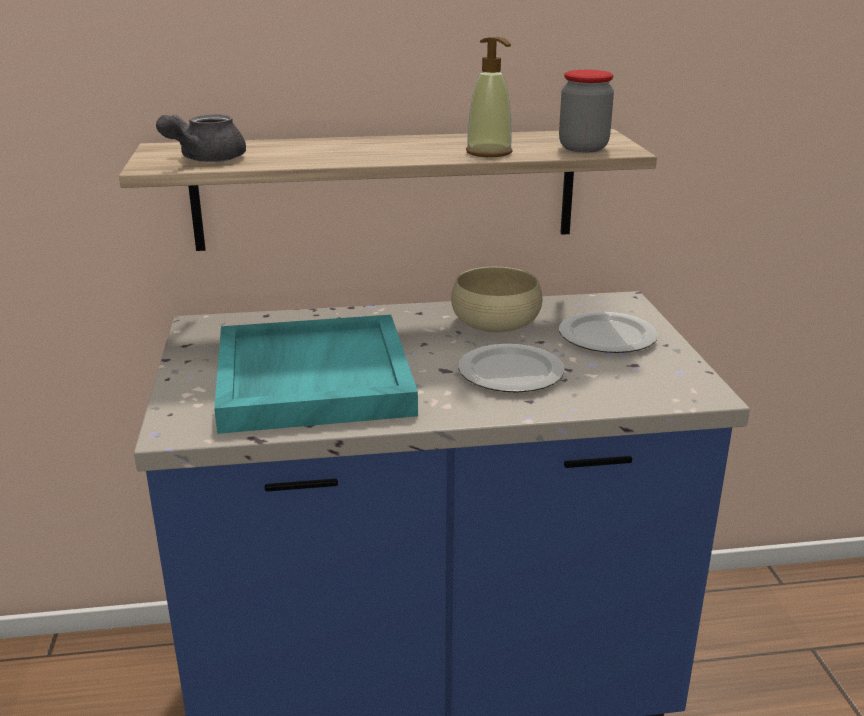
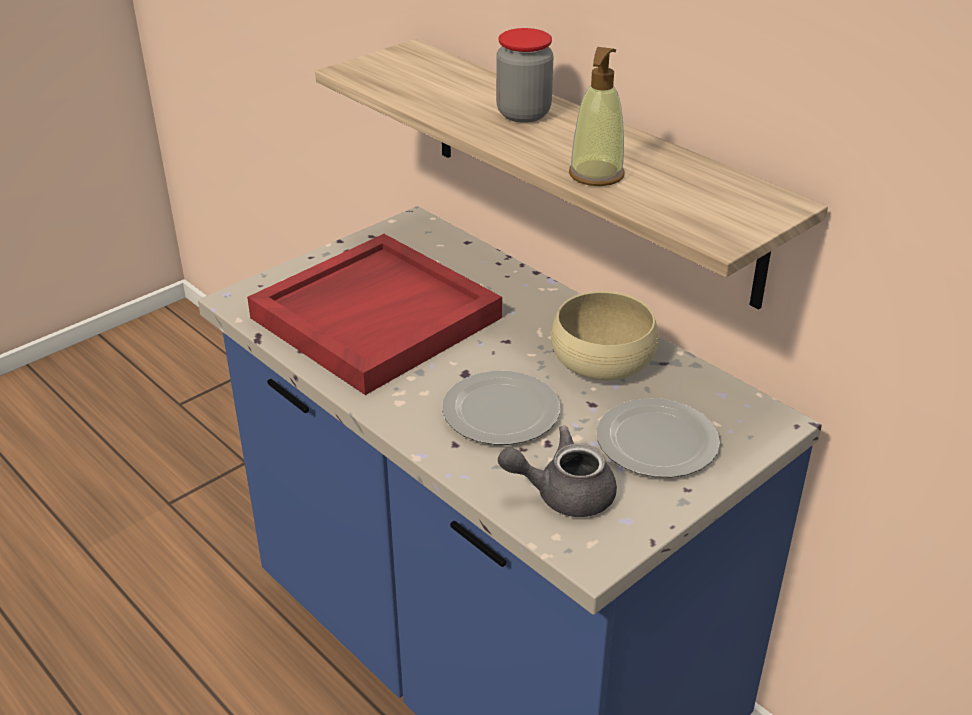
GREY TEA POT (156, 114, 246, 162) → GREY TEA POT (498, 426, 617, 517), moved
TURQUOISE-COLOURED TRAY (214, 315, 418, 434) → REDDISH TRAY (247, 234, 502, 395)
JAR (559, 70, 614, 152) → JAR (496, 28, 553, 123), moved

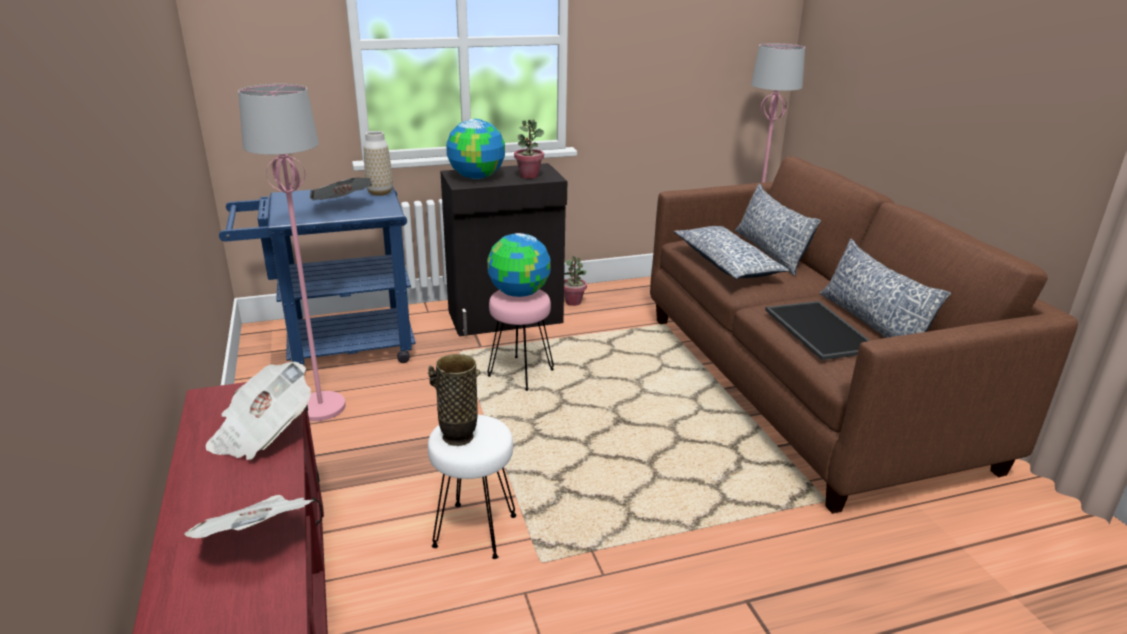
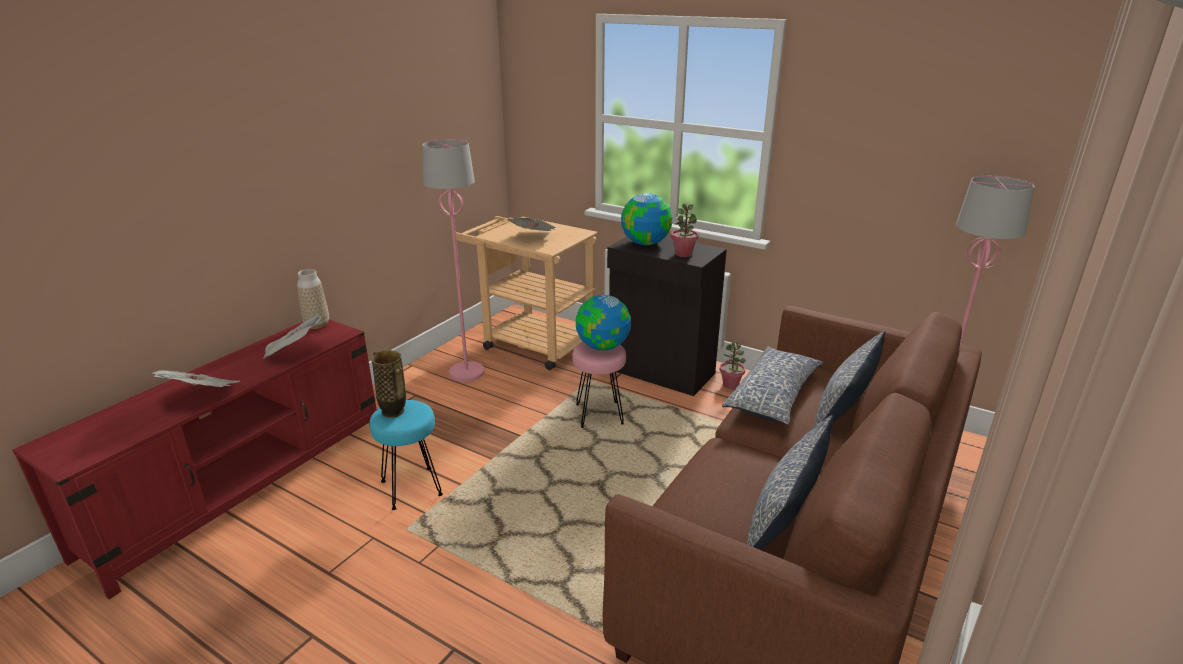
BLUE TROLLEY (219, 188, 416, 365) → SAND-COLOURED TROLLEY (456, 216, 598, 370)
FLOWER VASE (363, 131, 393, 196) → FLOWER VASE (297, 269, 329, 329), moved
WHITE STOOL (428, 415, 517, 559) → TURQUOISE-COLOURED STOOL (369, 400, 443, 510)
TRAY (765, 301, 871, 360) → -

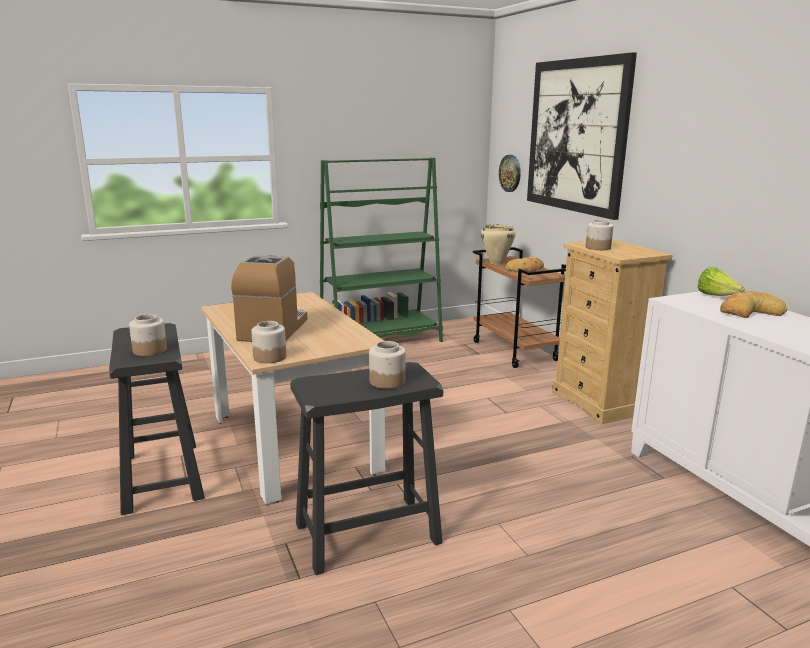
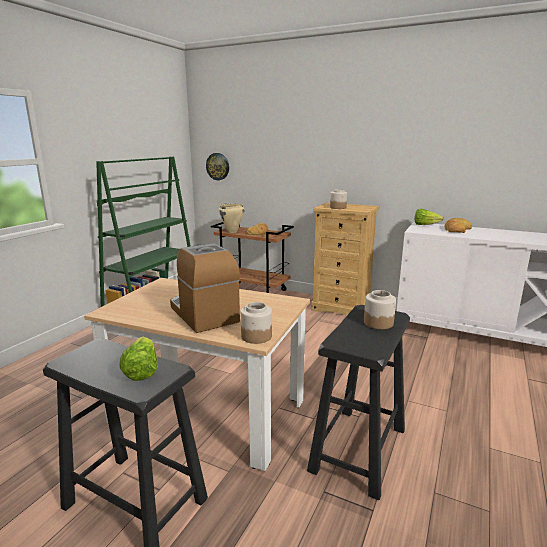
JAR (129, 314, 167, 356) → LETTUCE HEAD (119, 337, 158, 381)
WALL PICTURE (527, 52, 637, 220) → -

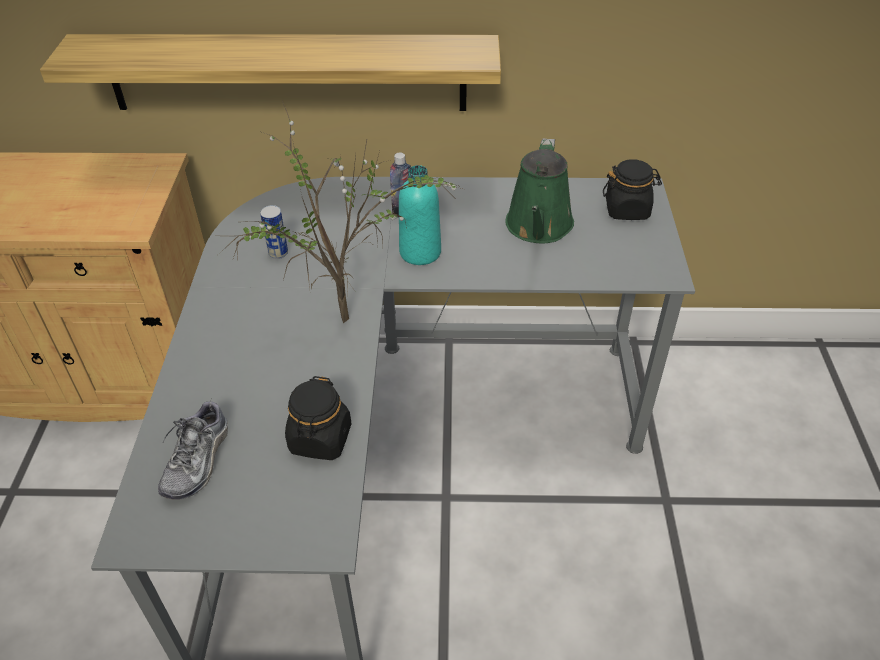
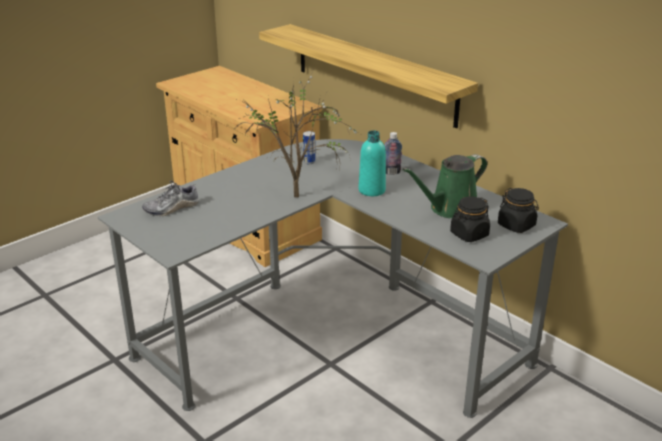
BLACK-COLOURED JAR (285, 376, 352, 460) → BLACK-COLOURED JAR (450, 196, 490, 242), moved

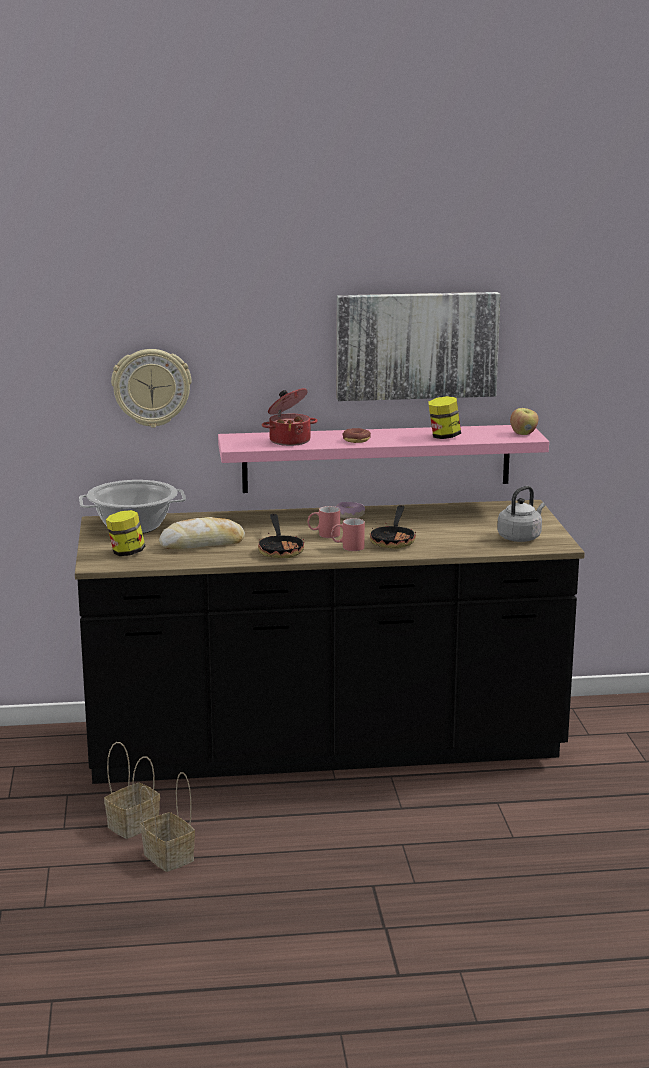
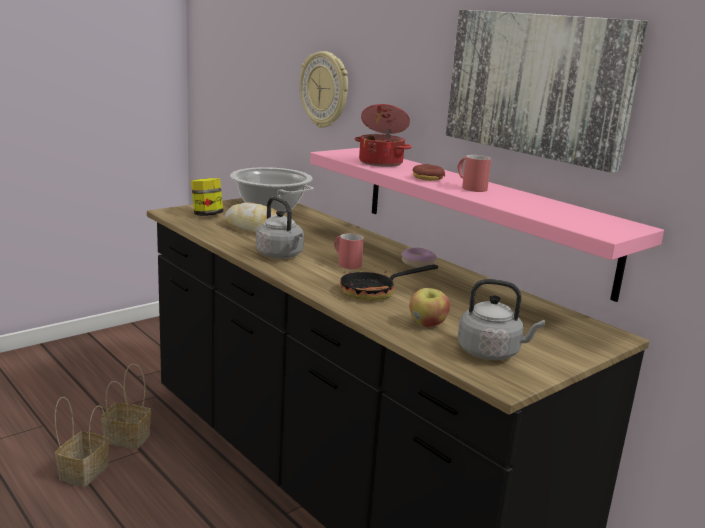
FRYING PAN (258, 514, 304, 558) → GREY TEA KETTLE (256, 197, 304, 259)
REDDISH TEA MUG (331, 518, 365, 551) → REDDISH TEA MUG (457, 155, 492, 192), moved
JAR (428, 396, 461, 439) → -
APPLE FRUIT (510, 408, 538, 435) → APPLE FRUIT (409, 288, 450, 327), moved

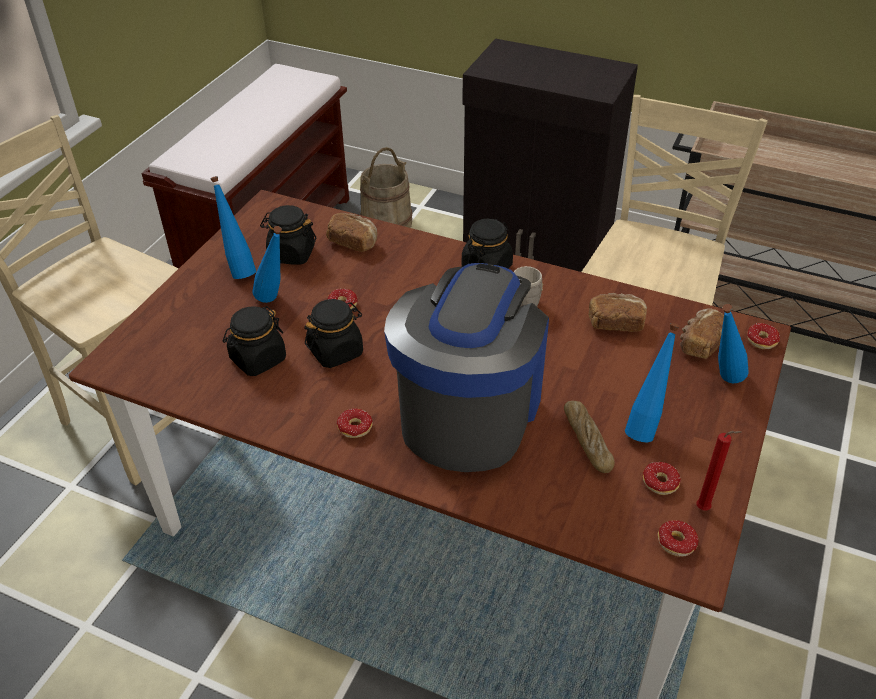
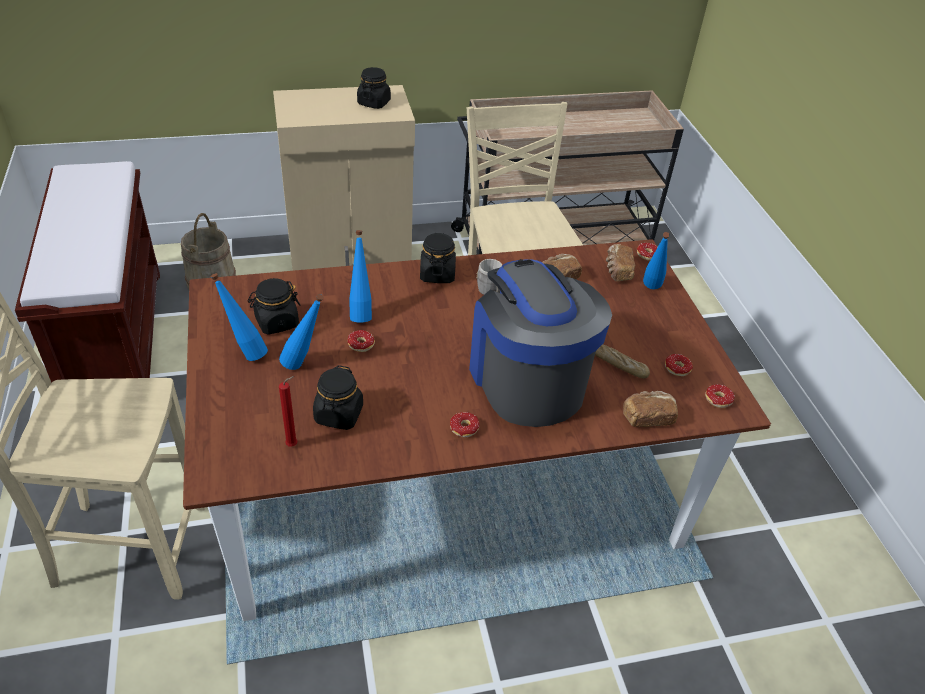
BLACK-COLOURED JAR (304, 299, 363, 368) → BLACK-COLOURED JAR (357, 67, 391, 109), moved
BREAD (326, 213, 377, 252) → BREAD (623, 391, 678, 427), moved
BLACK-COLOURED CUPBOARD (462, 39, 638, 272) → SAND-COLOURED CUPBOARD (273, 85, 415, 271)
BLUE BEVERAGE BOTTLE (625, 323, 680, 442) → BLUE BEVERAGE BOTTLE (349, 230, 372, 323), moved
REDDISH CANDLE (696, 431, 742, 511) → REDDISH CANDLE (279, 376, 298, 447), moved

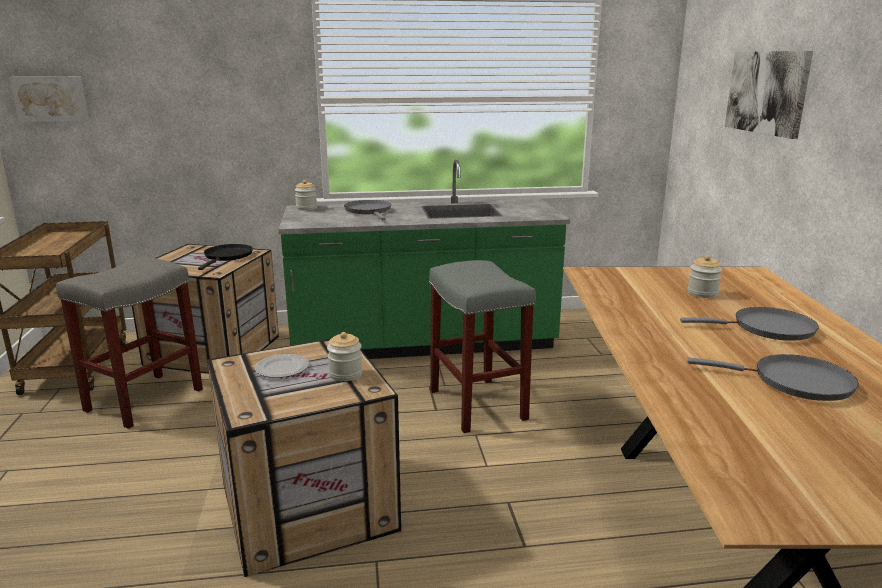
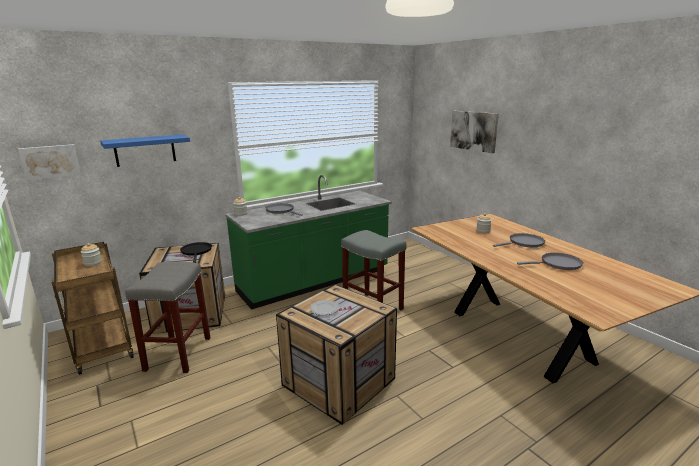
JAR (327, 332, 363, 381) → JAR (81, 243, 102, 266), moved
- → BLUE SHELF (100, 134, 190, 167)

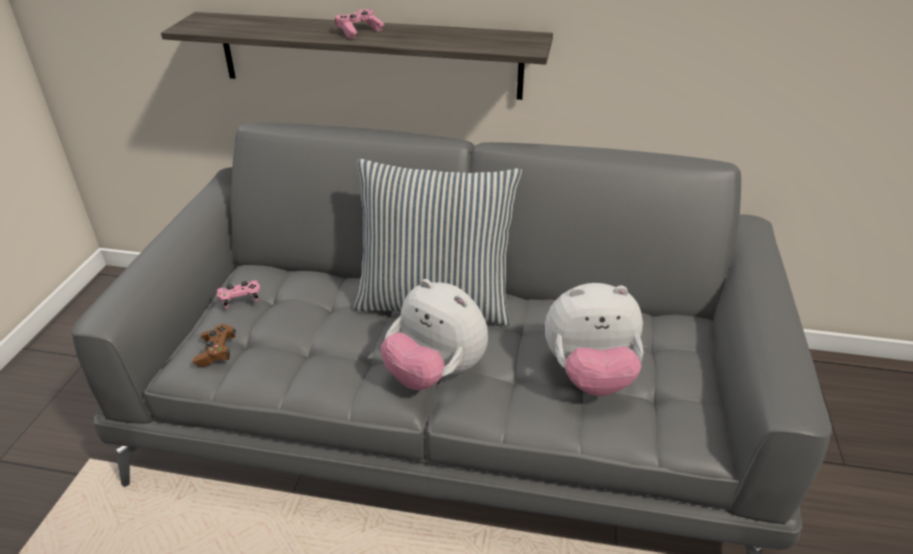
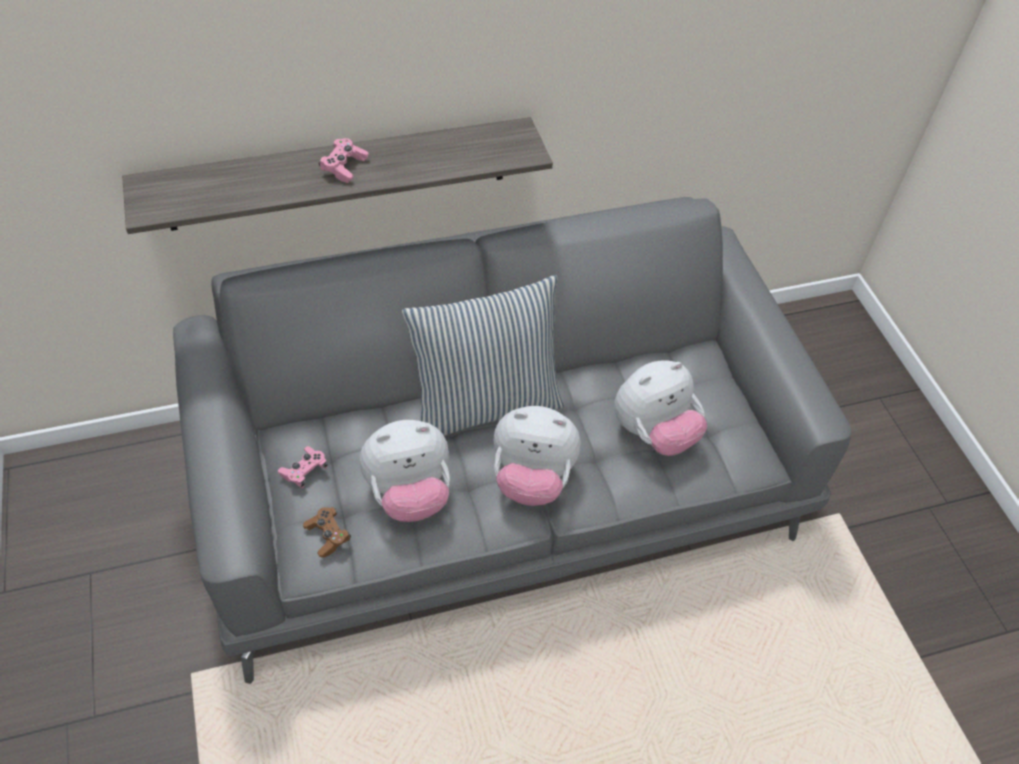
- → SOFT TOY (360, 420, 450, 522)

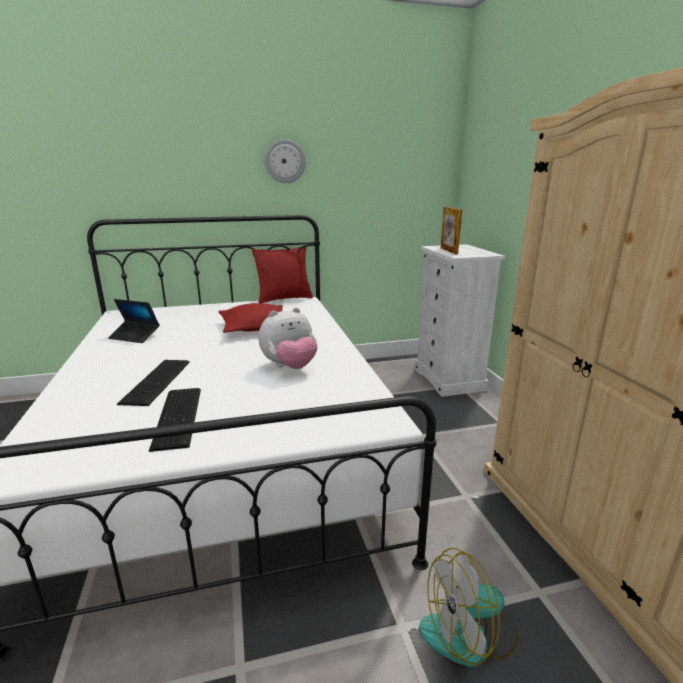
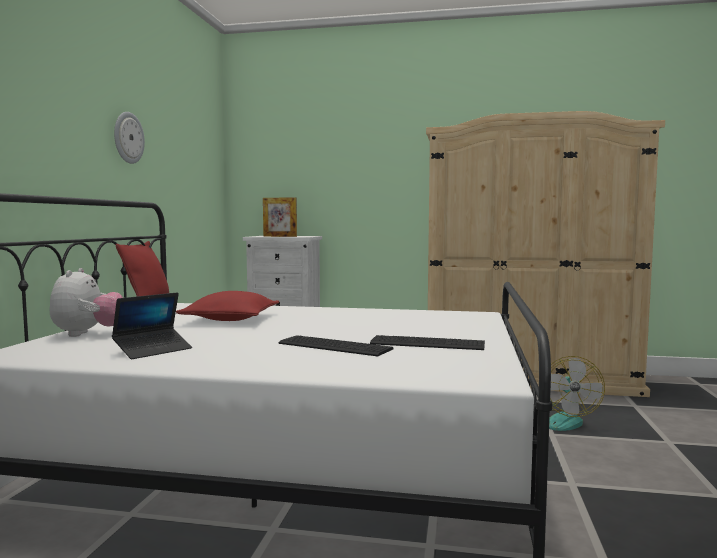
SOFT TOY (258, 307, 317, 369) → SOFT TOY (50, 268, 123, 337), moved

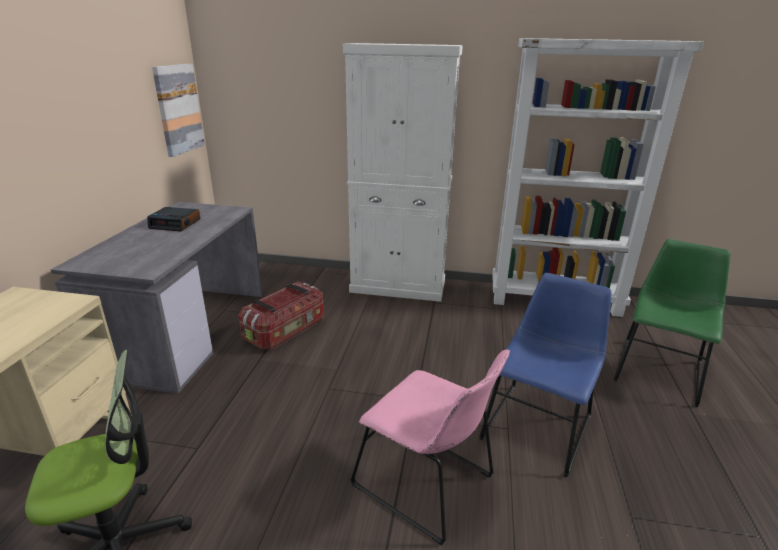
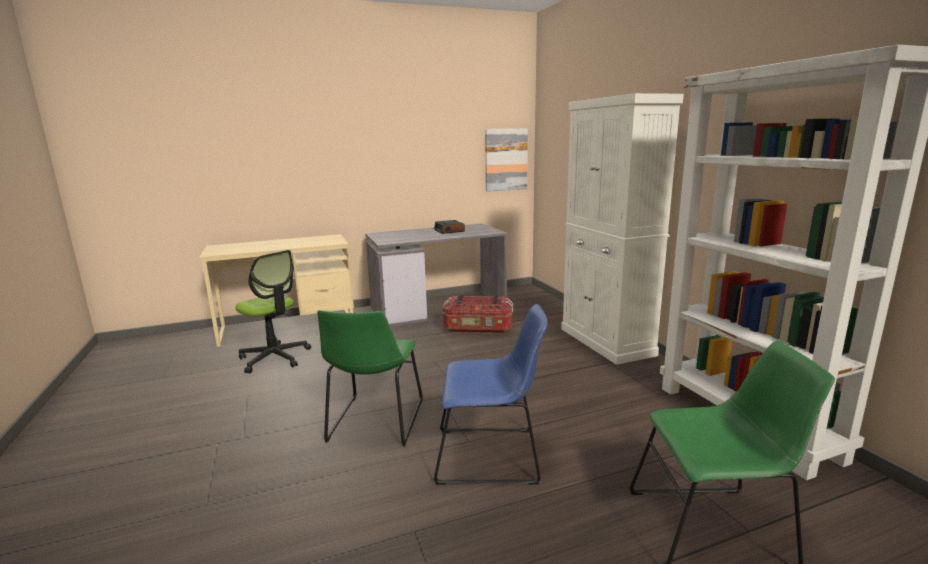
PINK PLAIN CHAIR (350, 349, 510, 545) → GREENISH PLAIN CHAIR (317, 310, 423, 446)

